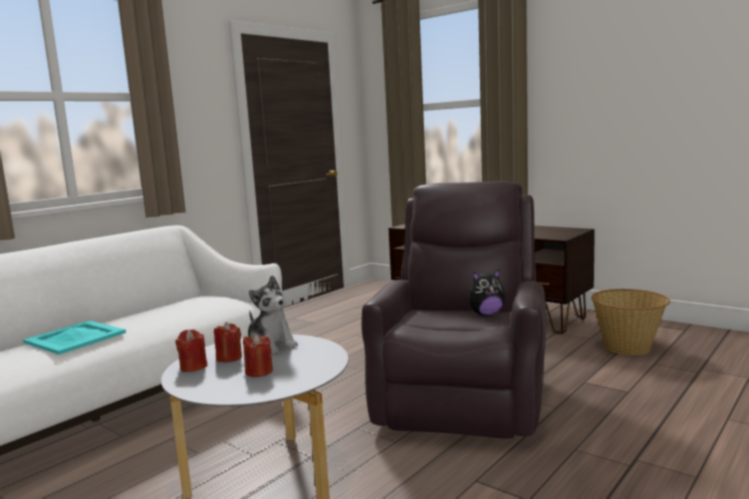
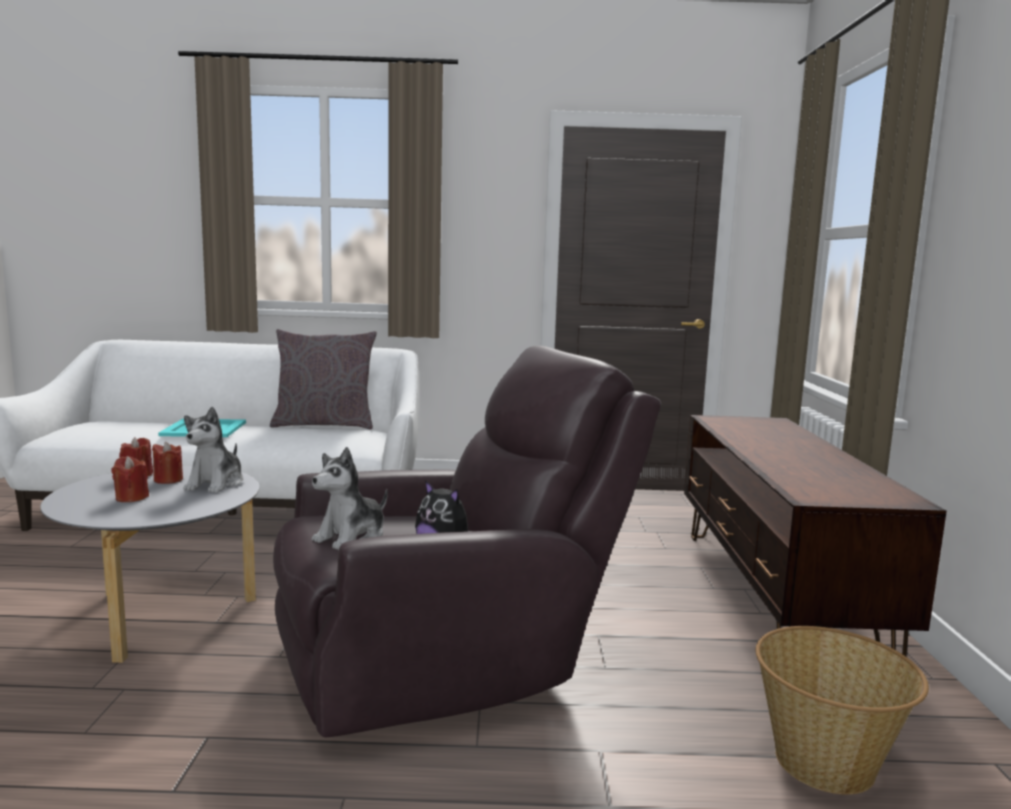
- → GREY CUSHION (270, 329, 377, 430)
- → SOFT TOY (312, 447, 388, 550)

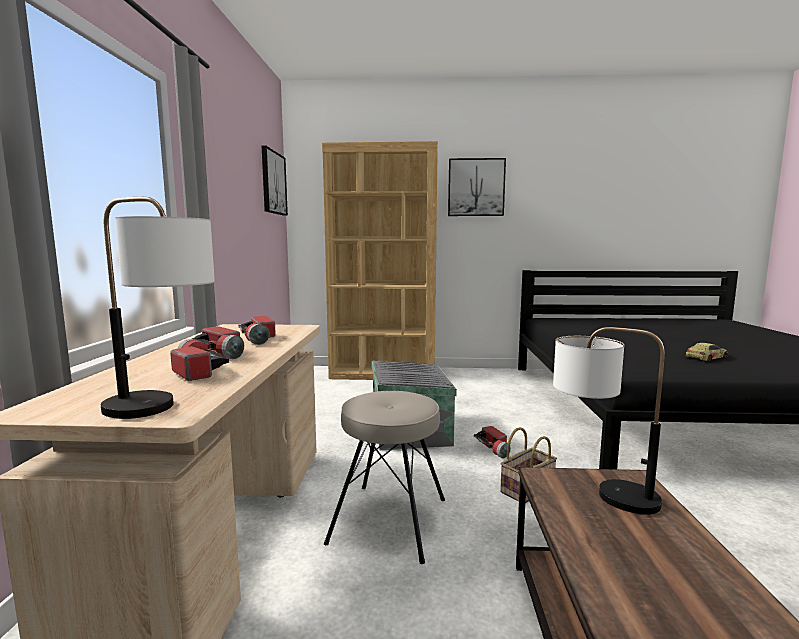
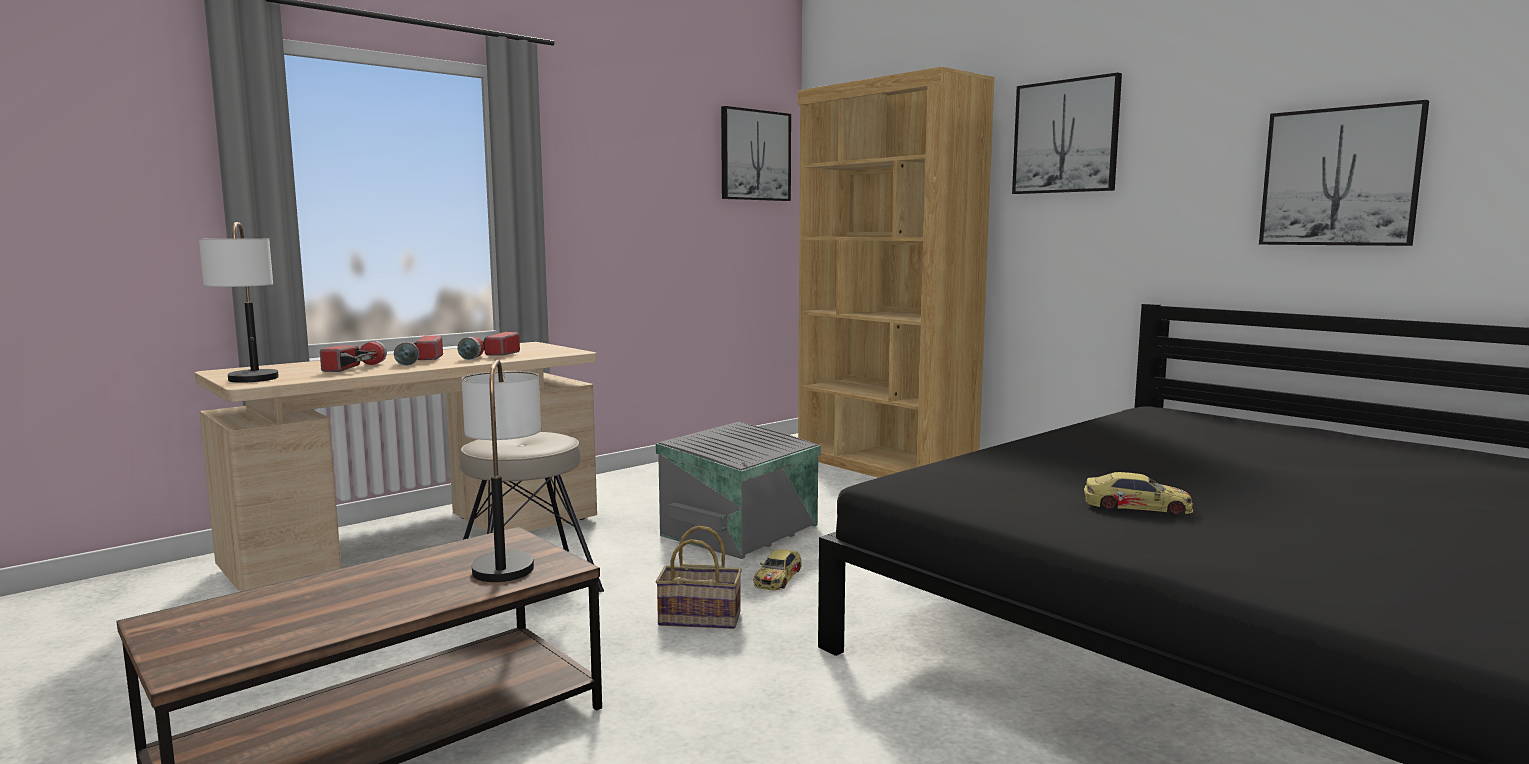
TORCH (474, 426, 511, 459) → TOY CAR (753, 550, 802, 590)
- → WALL PICTURE (1259, 100, 1429, 246)

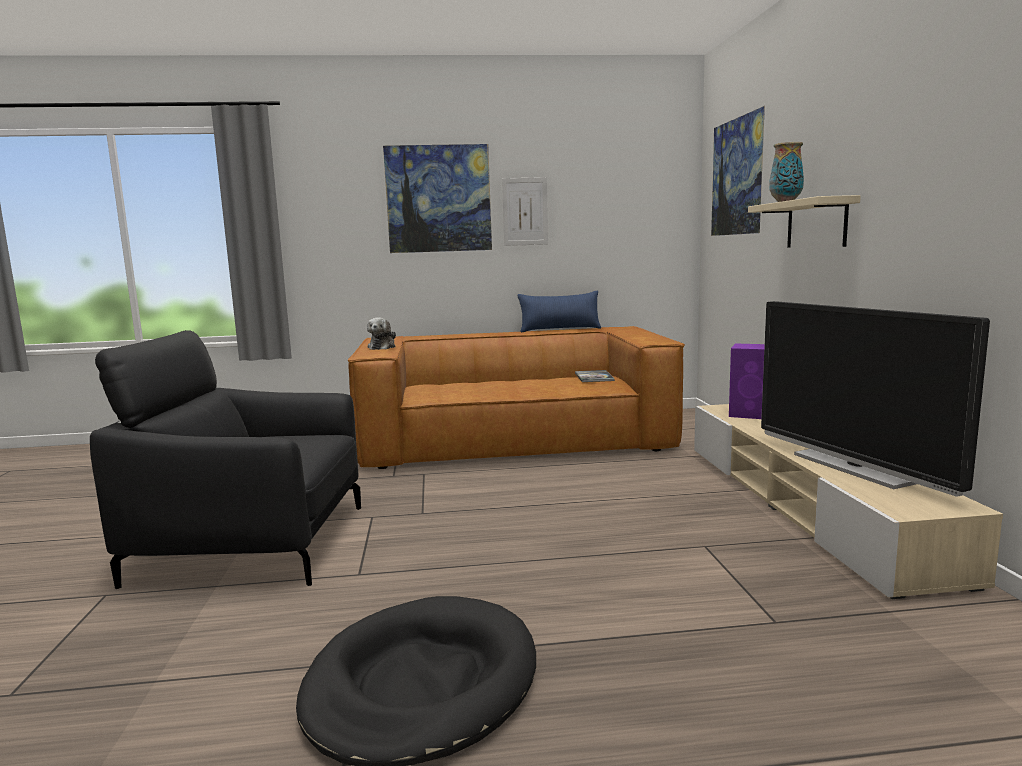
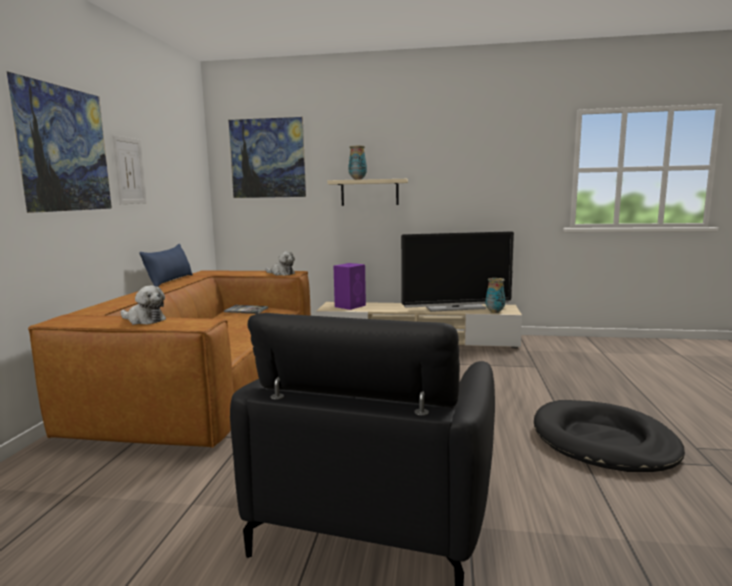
- → SOFT TOY (266, 251, 295, 276)
- → FLOWER VASE (486, 278, 505, 313)

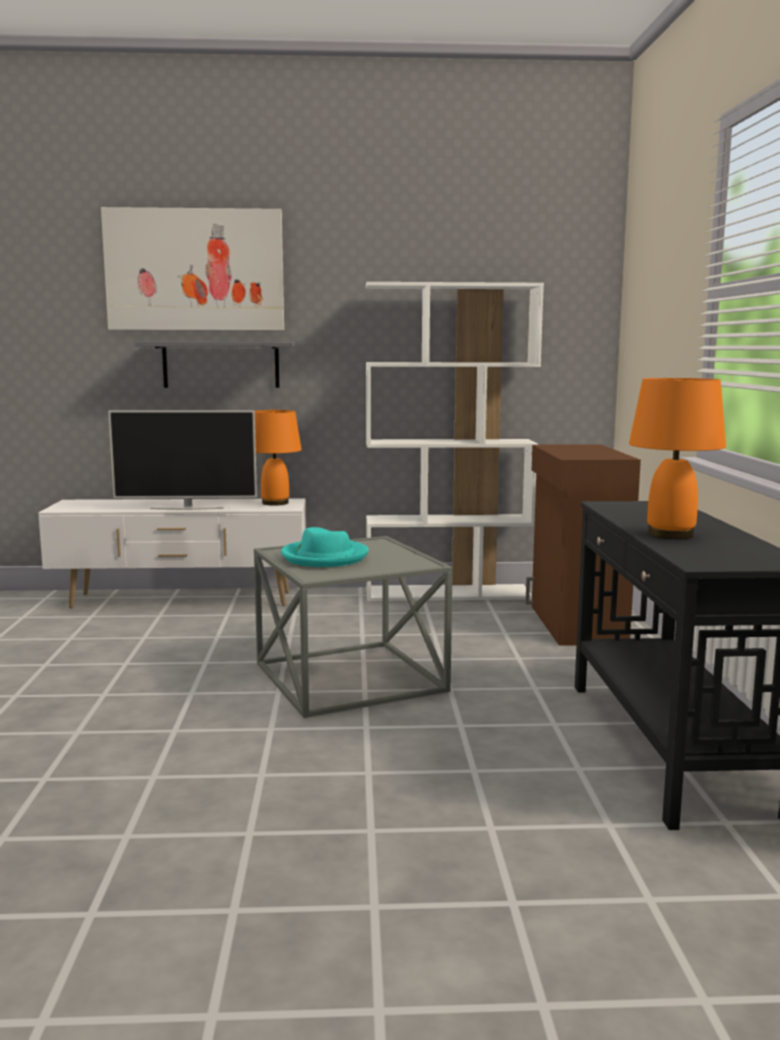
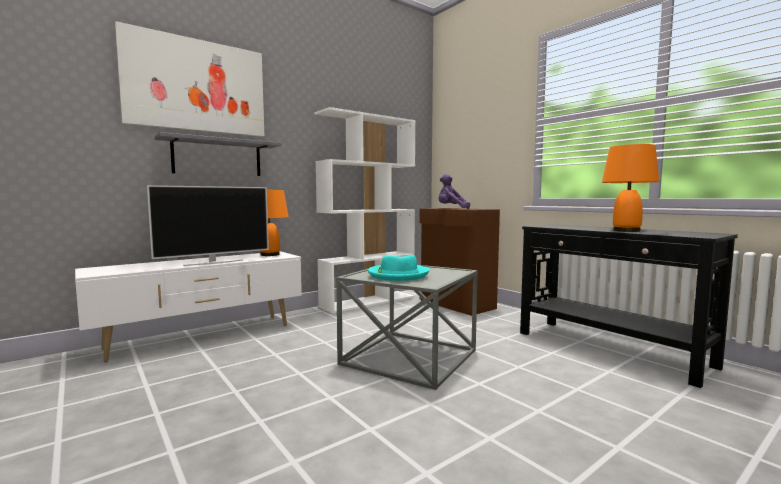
- → PURPLE SOFT TOY (439, 174, 470, 209)

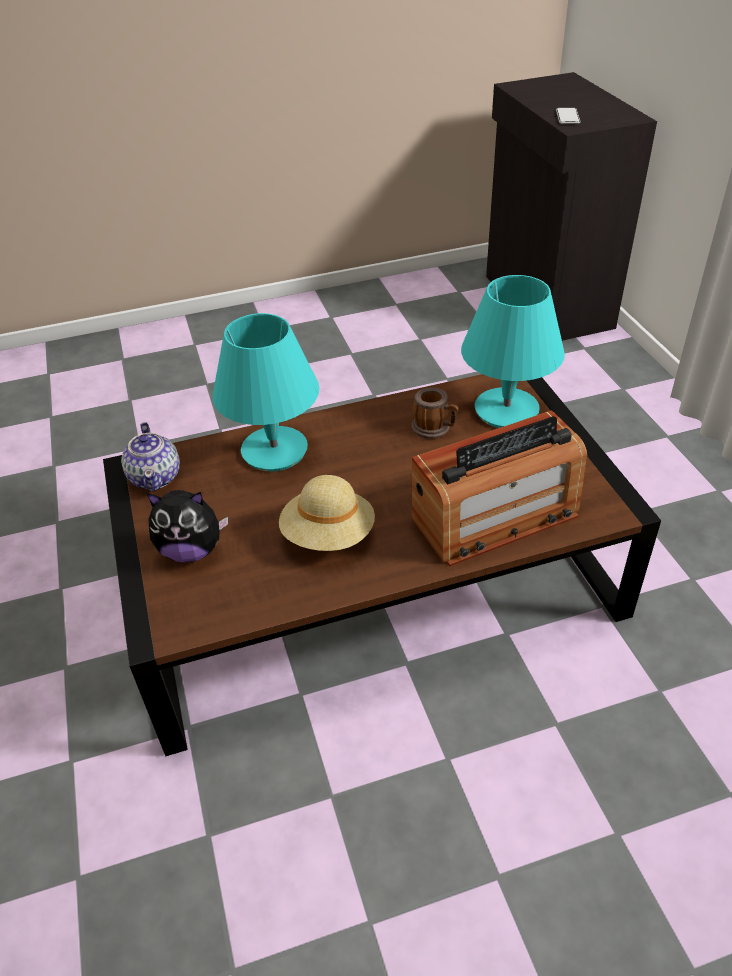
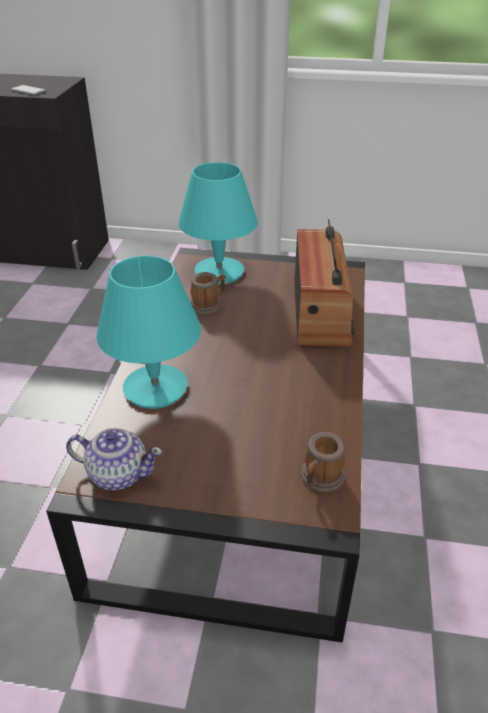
SOFT TOY (147, 490, 228, 563) → -
SAND-COLOURED HAT (279, 475, 375, 551) → -
- → TEA MUG (301, 432, 345, 492)

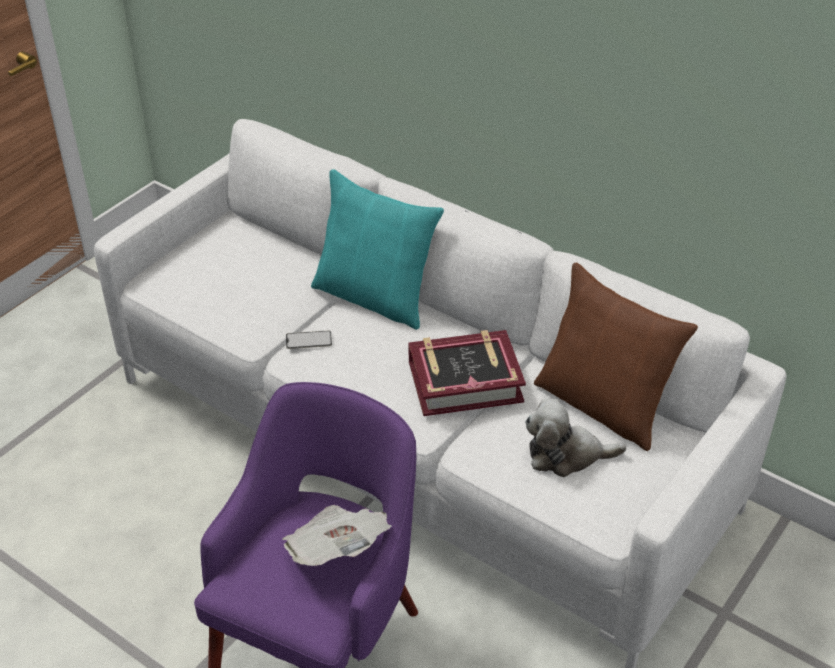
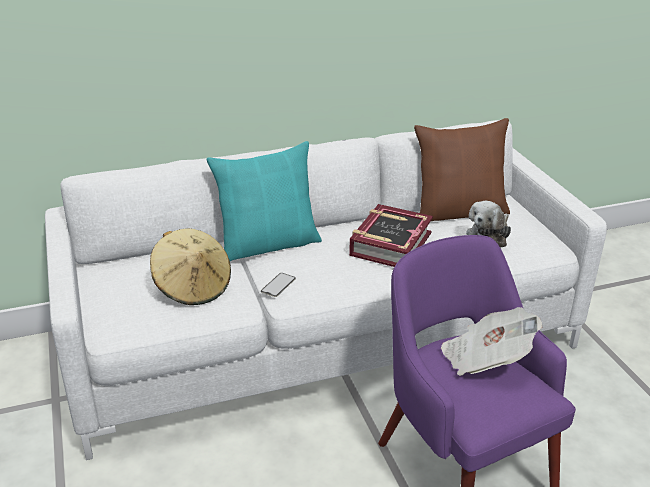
- → SAND-COLOURED HAT (150, 228, 231, 305)

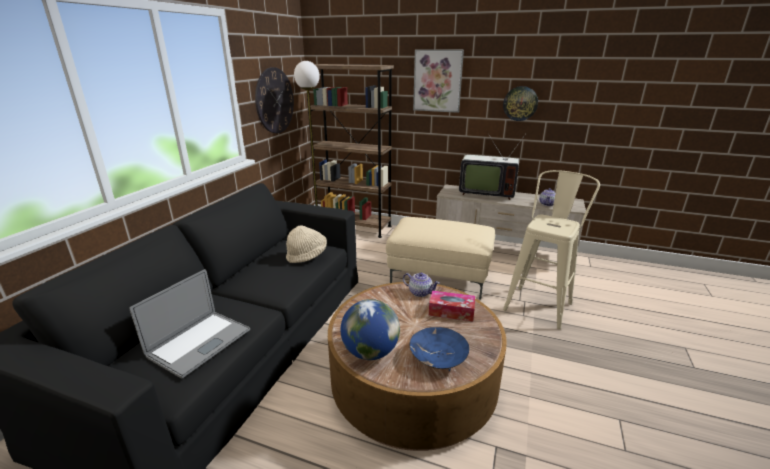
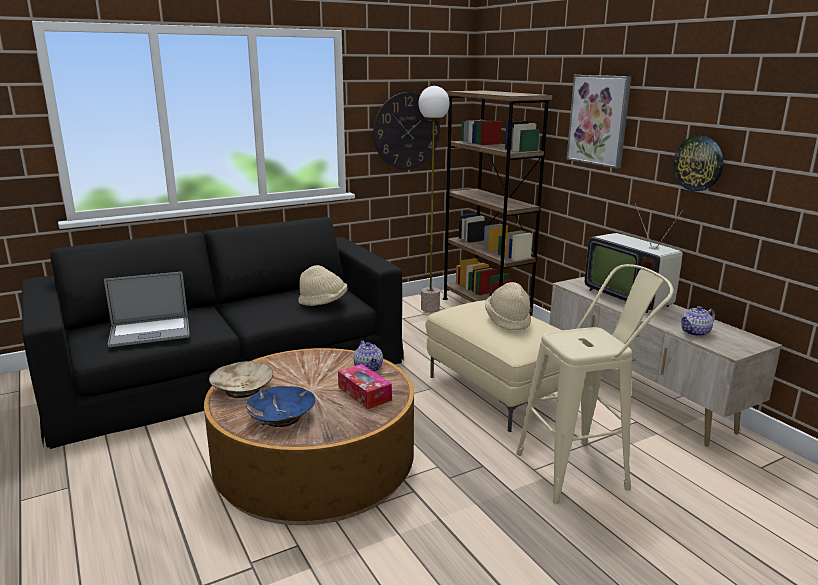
WORLD GLOBE (341, 299, 400, 360) → SAND-COLOURED DEEP DISH (209, 361, 273, 398)
- → SAND-COLOURED HAT (485, 282, 531, 330)

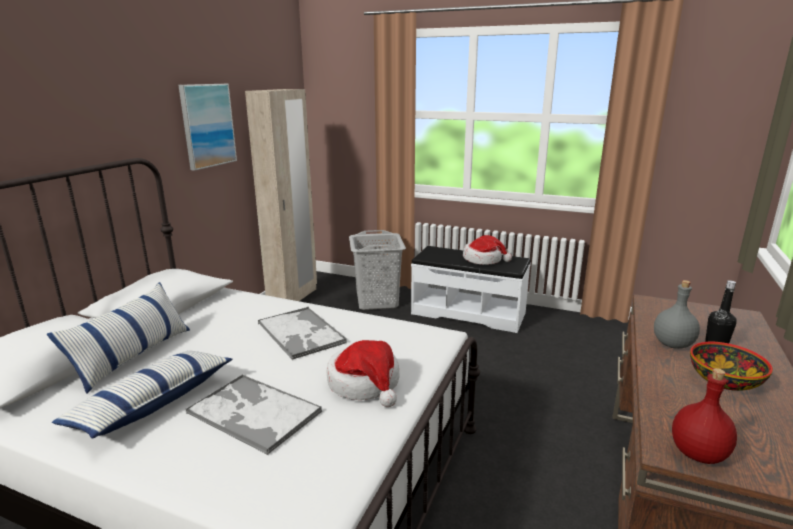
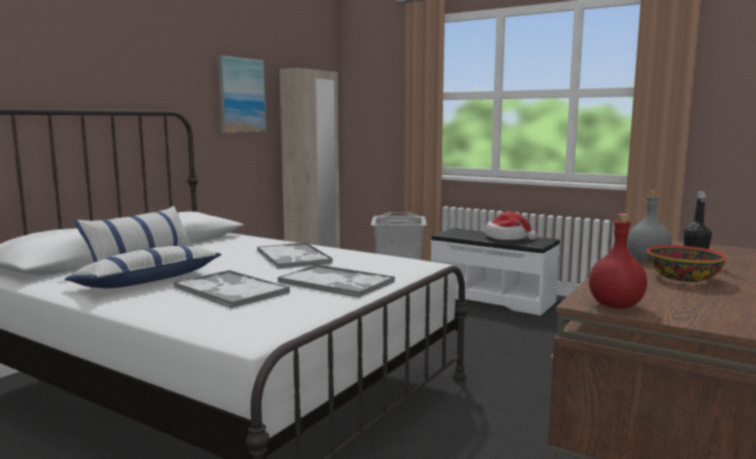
HAT (327, 340, 400, 407) → TRAY (278, 264, 395, 298)

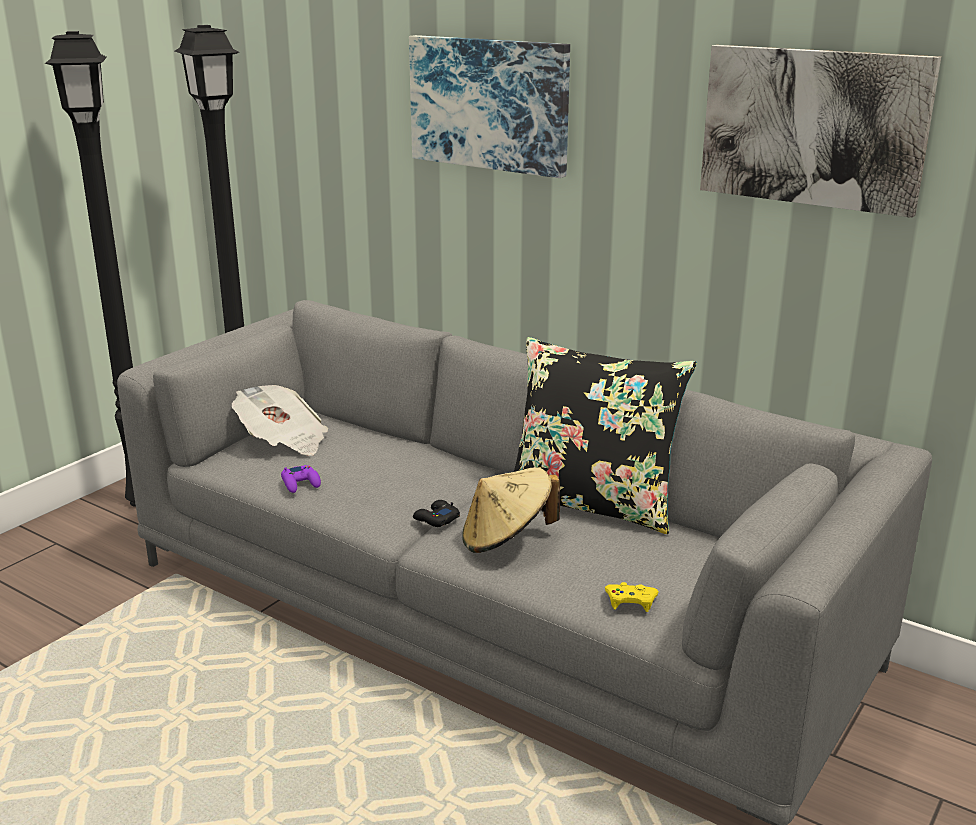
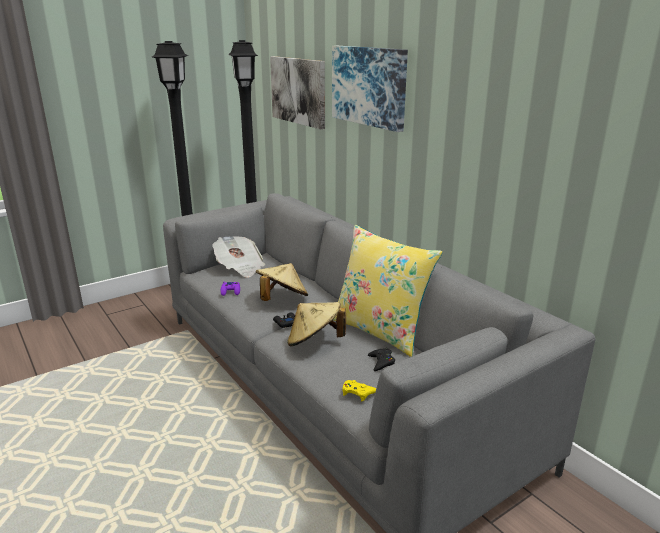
BLACK-COLOURED CUSHION (514, 337, 697, 534) → YELLOWISH CUSHION (333, 225, 443, 357)
WALL PICTURE (700, 45, 941, 218) → WALL PICTURE (270, 56, 325, 129), moved
- → SAND-COLOURED HAT (256, 263, 308, 301)
- → BLACK-COLOURED GAMEPAD (368, 348, 395, 371)

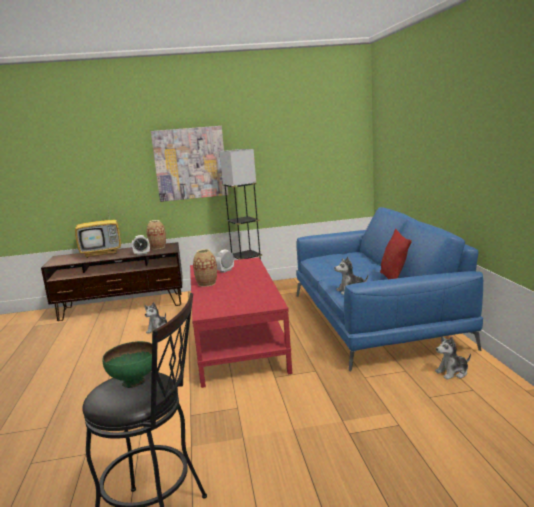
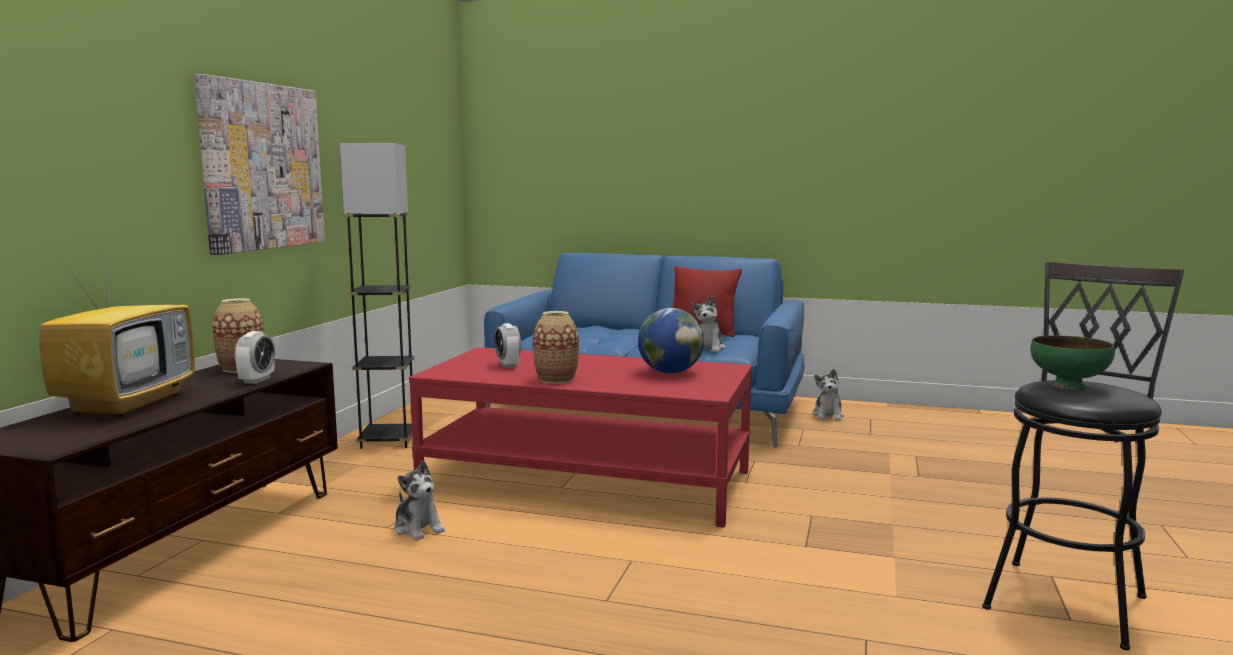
- → WORLD GLOBE (638, 308, 704, 374)

